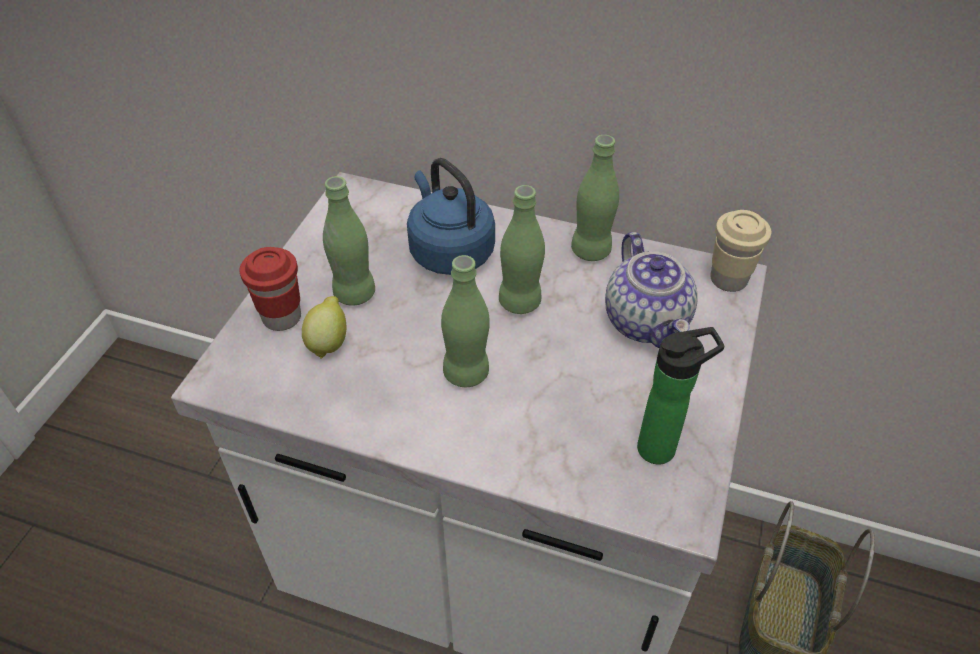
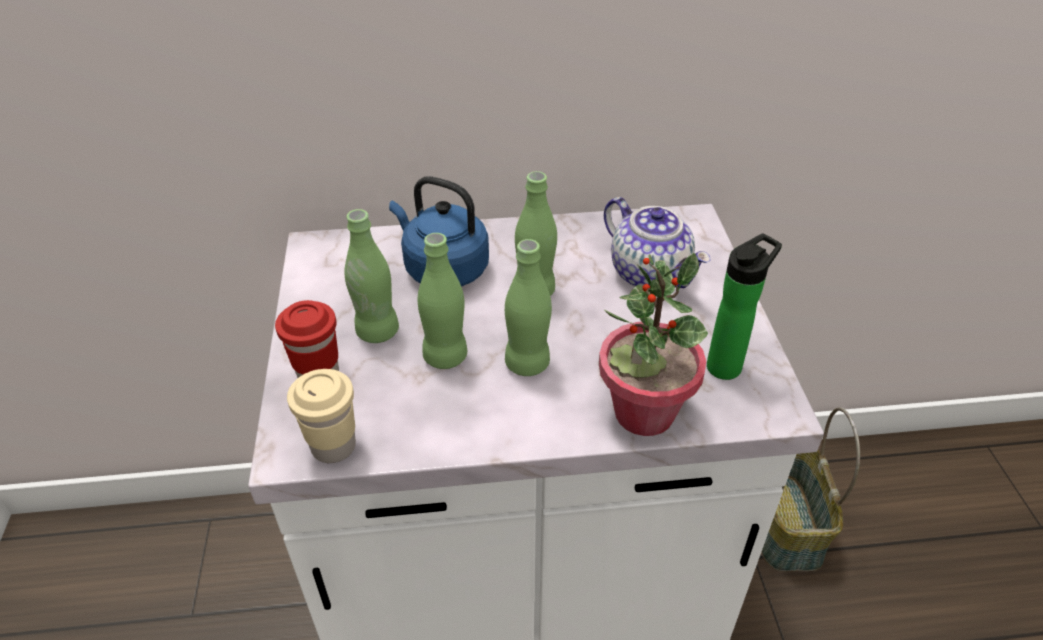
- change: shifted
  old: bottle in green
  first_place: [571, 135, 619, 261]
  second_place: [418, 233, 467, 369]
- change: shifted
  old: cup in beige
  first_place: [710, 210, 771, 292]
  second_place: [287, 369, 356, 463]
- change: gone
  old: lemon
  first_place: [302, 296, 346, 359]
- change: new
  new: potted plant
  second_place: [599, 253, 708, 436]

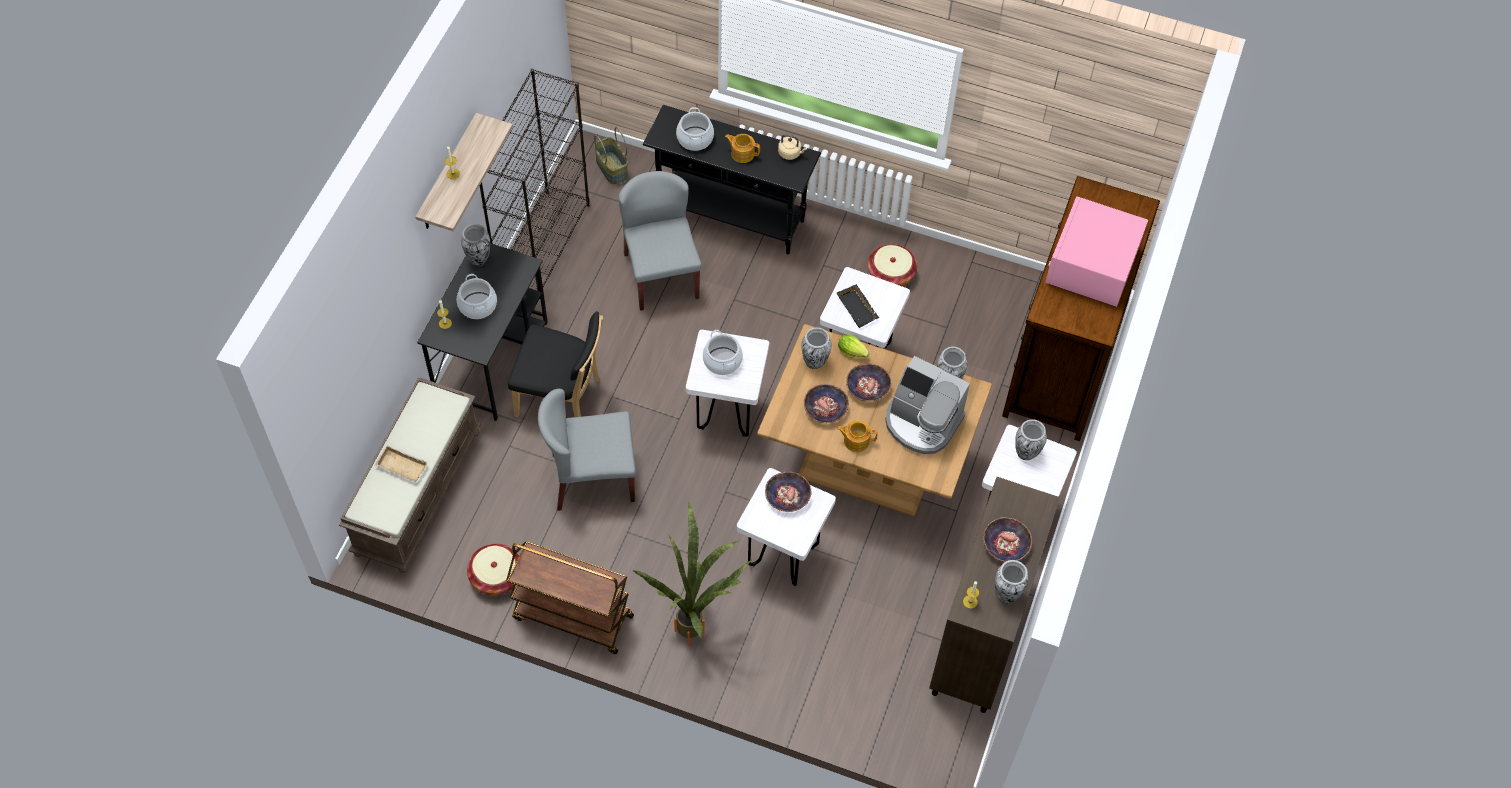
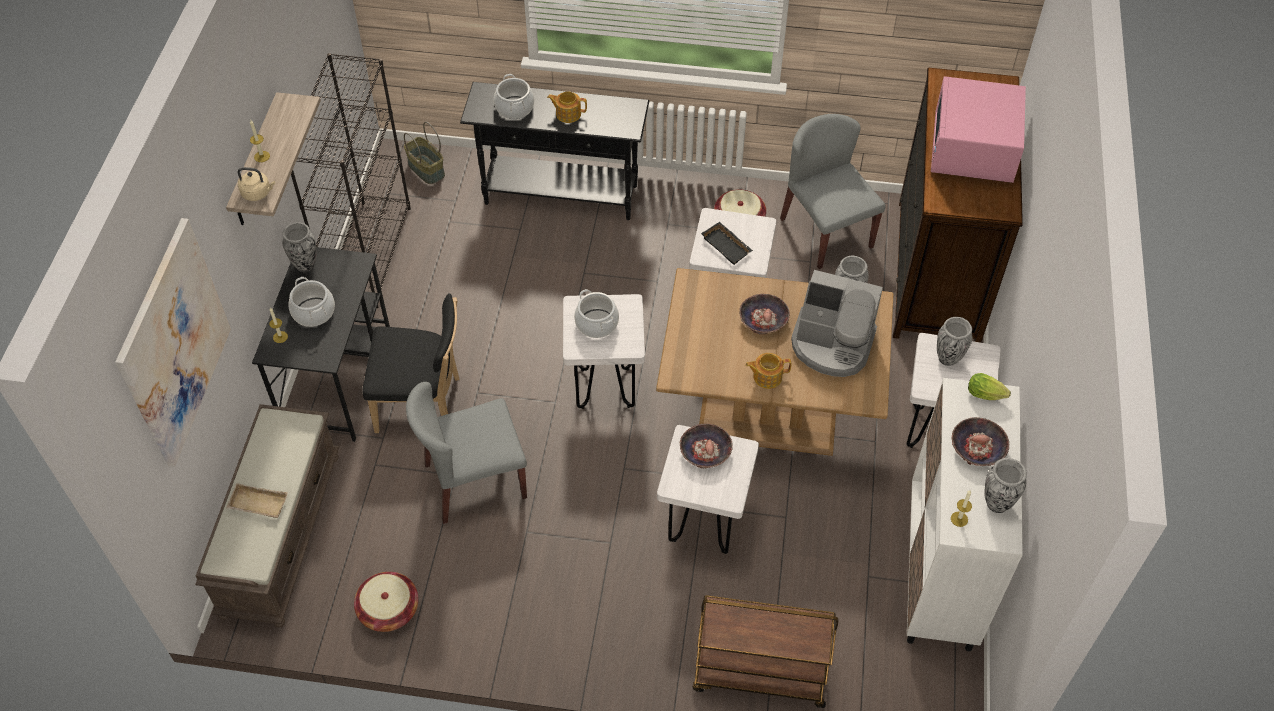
- change: shifted
  old: kettle in beige
  first_place: [778, 134, 807, 160]
  second_place: [238, 167, 275, 201]
- change: shifted
  old: chair in grey
  first_place: [619, 171, 702, 311]
  second_place: [780, 114, 885, 269]
- change: gone
  old: vase
  first_place: [801, 327, 832, 369]
- change: shifted
  old: lettuce
  first_place: [838, 334, 870, 358]
  second_place: [968, 373, 1011, 400]
- change: gone
  old: bowl
  first_place: [804, 384, 849, 423]
- change: repainted
  old: cabinet in brown
  new: cabinet in white
  first_place: [929, 477, 1060, 713]
  second_place: [907, 378, 1023, 651]
- change: gone
  old: potted plant
  first_place: [632, 502, 751, 646]
- change: shifted
  old: cart in brown
  first_place: [506, 541, 634, 654]
  second_place: [693, 595, 839, 708]
- change: new
  new: picture
  second_place: [115, 218, 231, 467]

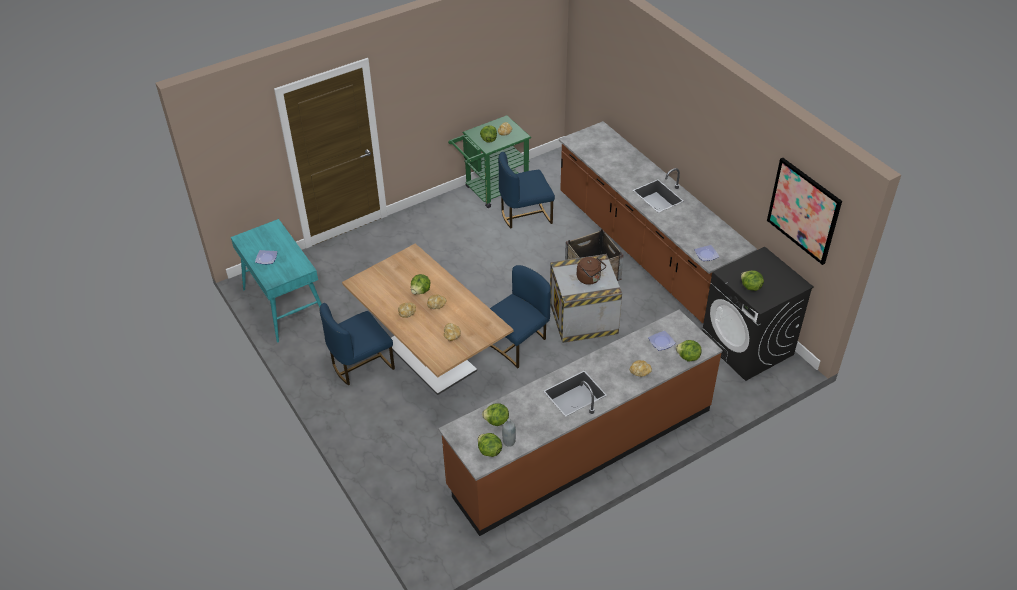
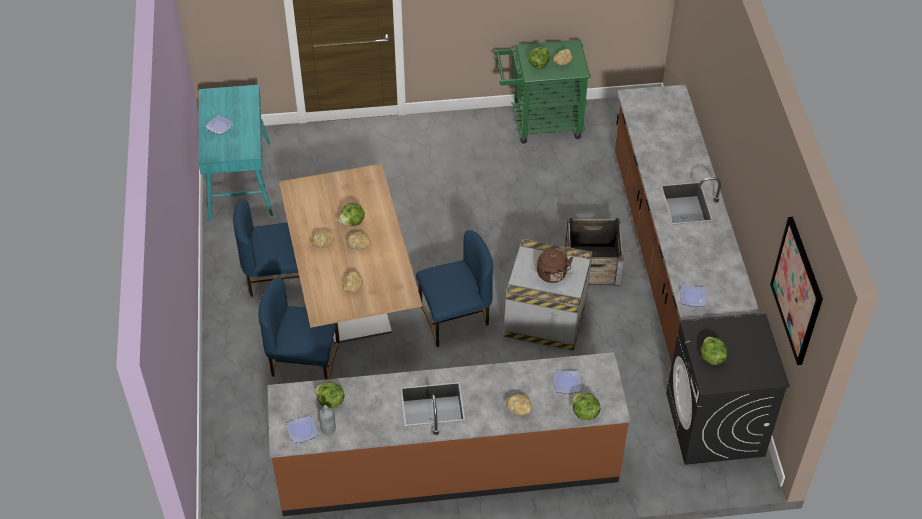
- change: shifted
  old: chair in blue
  first_place: [498, 152, 555, 228]
  second_place: [258, 278, 340, 380]
- change: swapped
  old: lettuce
  new: plate
  first_place: [478, 433, 502, 457]
  second_place: [286, 416, 318, 443]

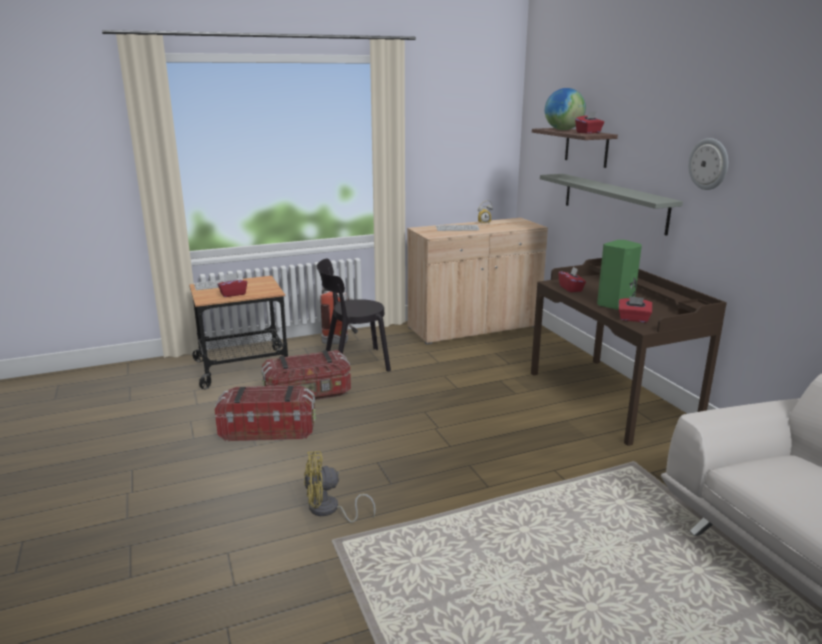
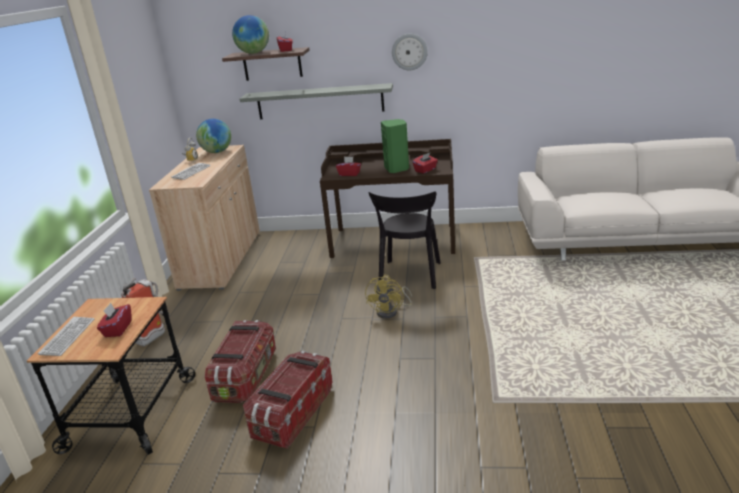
- change: shifted
  old: chair in black
  first_place: [317, 259, 391, 371]
  second_place: [369, 192, 441, 289]
- change: shifted
  old: fan in yellow
  first_place: [304, 451, 376, 523]
  second_place: [365, 275, 412, 319]
- change: new
  new: globe
  second_place: [196, 119, 231, 153]

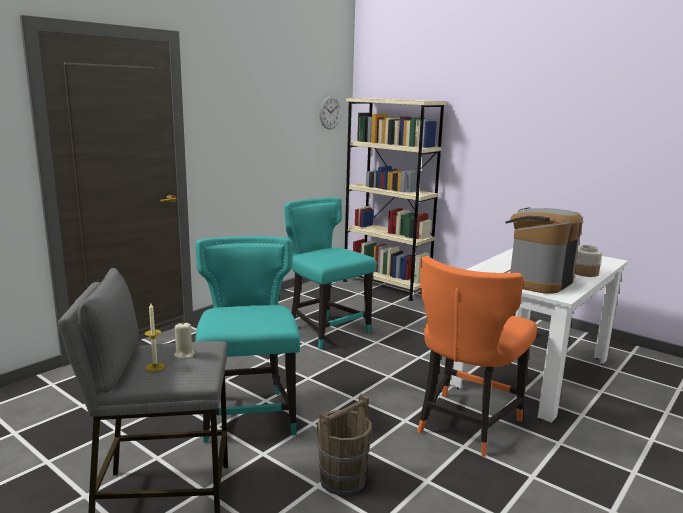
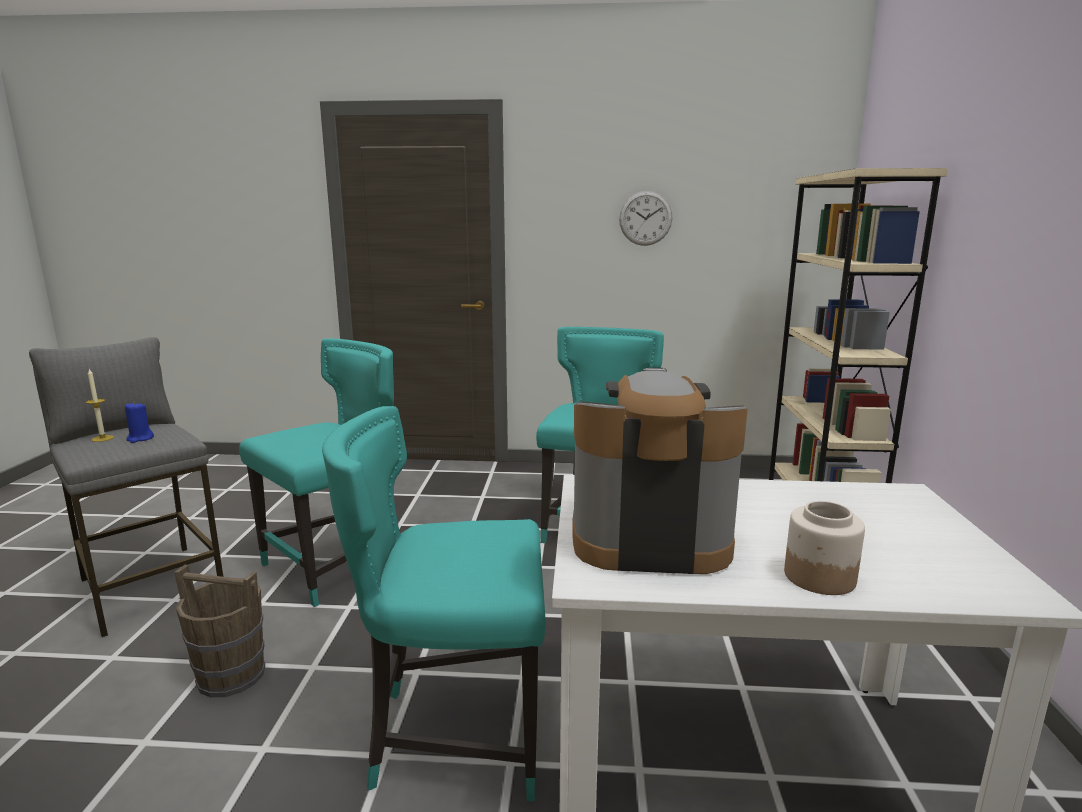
- change: shifted
  old: wall clock
  first_place: [319, 96, 341, 129]
  second_place: [619, 191, 673, 246]
- change: repainted
  old: chair in orange
  new: chair in turquoise
  first_place: [417, 256, 537, 457]
  second_place: [322, 406, 546, 801]
- change: repainted
  old: candle in beige
  new: candle in blue
  first_place: [174, 323, 195, 359]
  second_place: [125, 402, 154, 443]

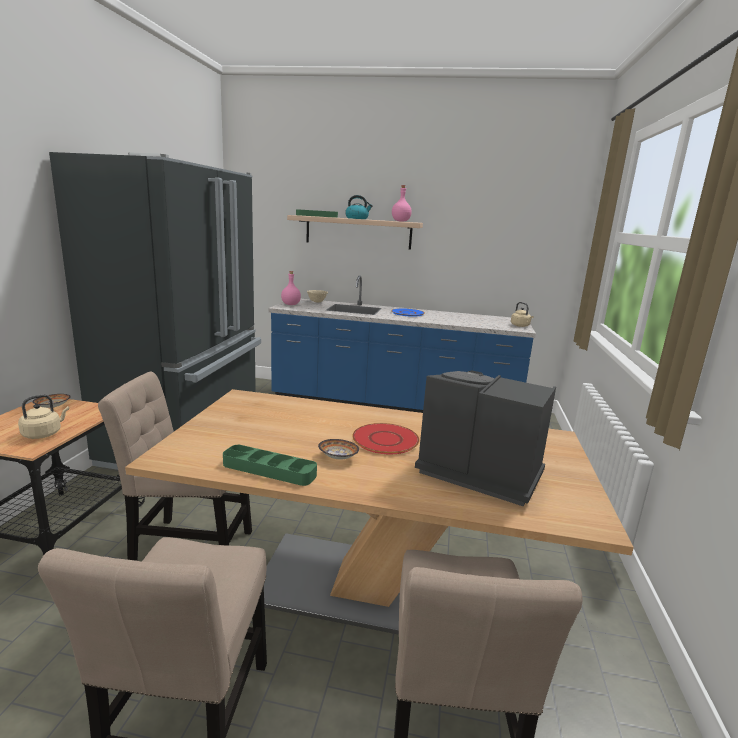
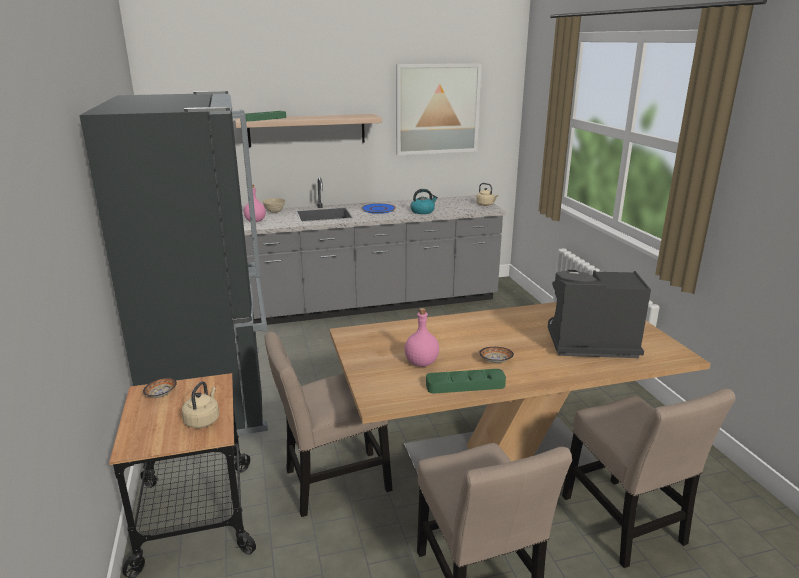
- change: shifted
  old: bottle in pink
  first_place: [392, 185, 412, 222]
  second_place: [404, 308, 439, 367]
- change: shifted
  old: kettle
  first_place: [345, 195, 373, 219]
  second_place: [410, 189, 438, 214]
- change: repainted
  old: counter in blue
  new: counter in grey
  first_place: [269, 275, 536, 413]
  second_place: [242, 177, 506, 325]
- change: gone
  old: plate in red
  first_place: [352, 423, 419, 454]
- change: new
  new: picture
  second_place: [396, 63, 482, 155]

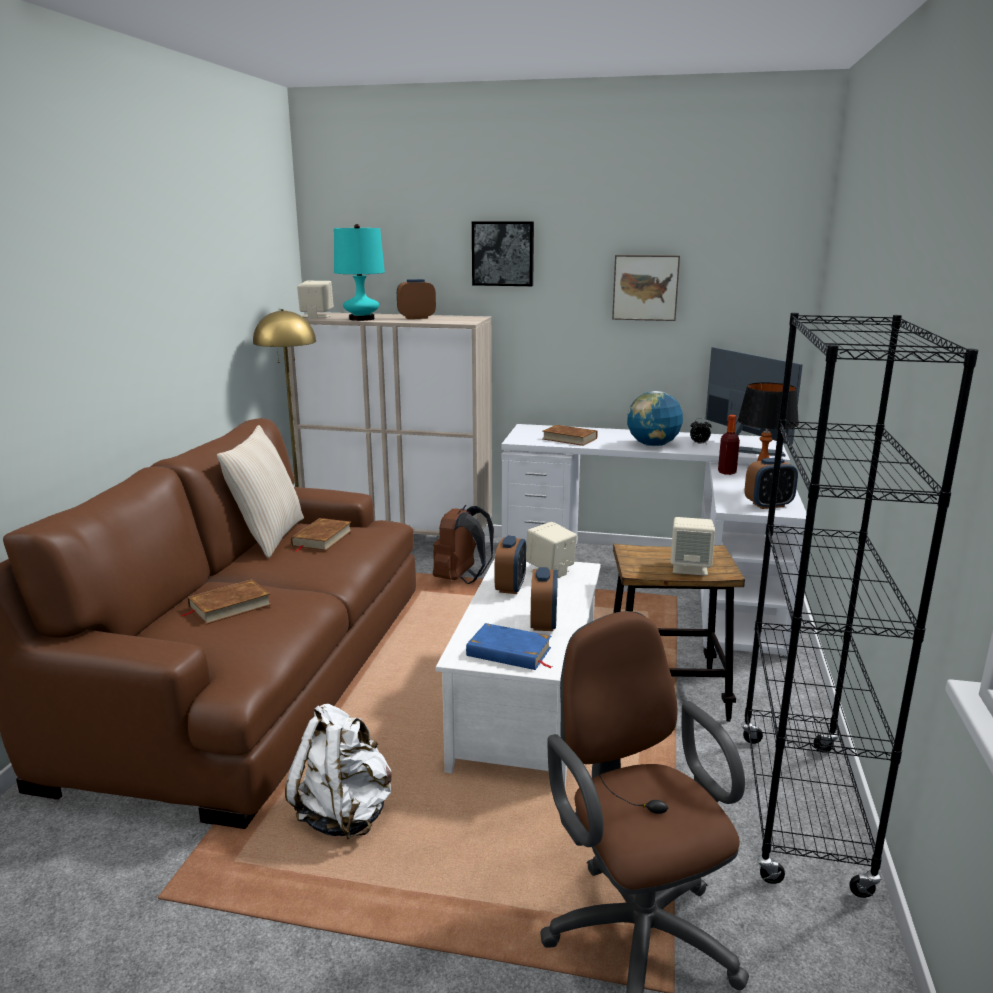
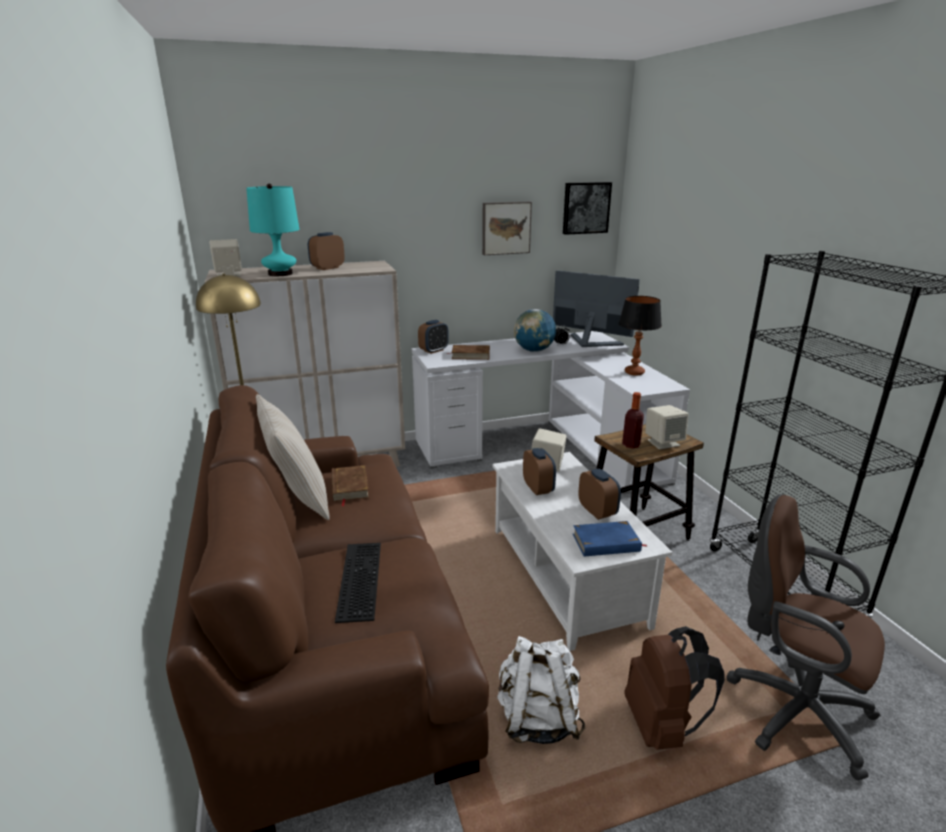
- change: shifted
  old: picture
  first_place: [472, 221, 534, 286]
  second_place: [563, 182, 612, 235]
- change: shifted
  old: bottle
  first_place: [718, 415, 740, 475]
  second_place: [622, 392, 644, 448]
- change: shifted
  old: alarm clock
  first_place: [745, 458, 798, 509]
  second_place: [418, 320, 449, 354]
- change: shifted
  old: backpack in brown
  first_place: [433, 505, 494, 584]
  second_place: [624, 626, 725, 750]
- change: swapped
  old: book in brown
  new: keyboard
  first_place: [181, 579, 272, 625]
  second_place: [335, 543, 381, 623]

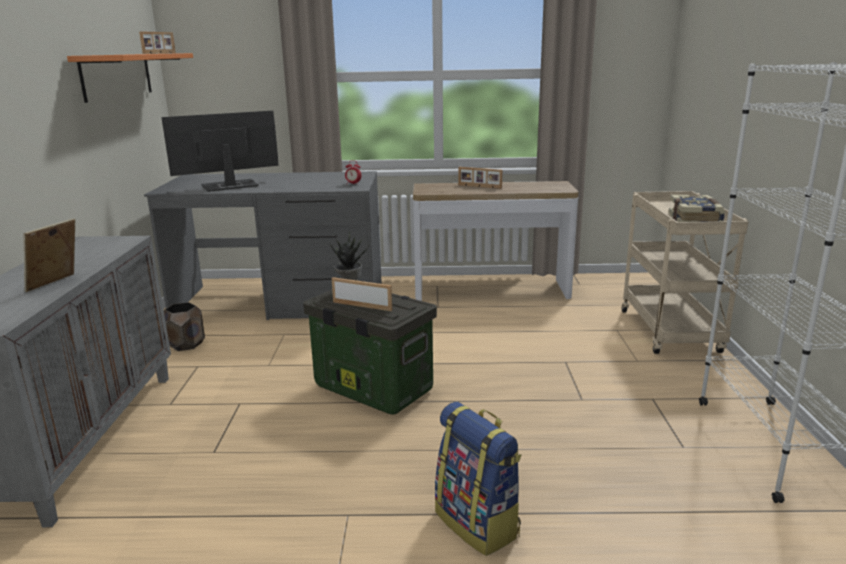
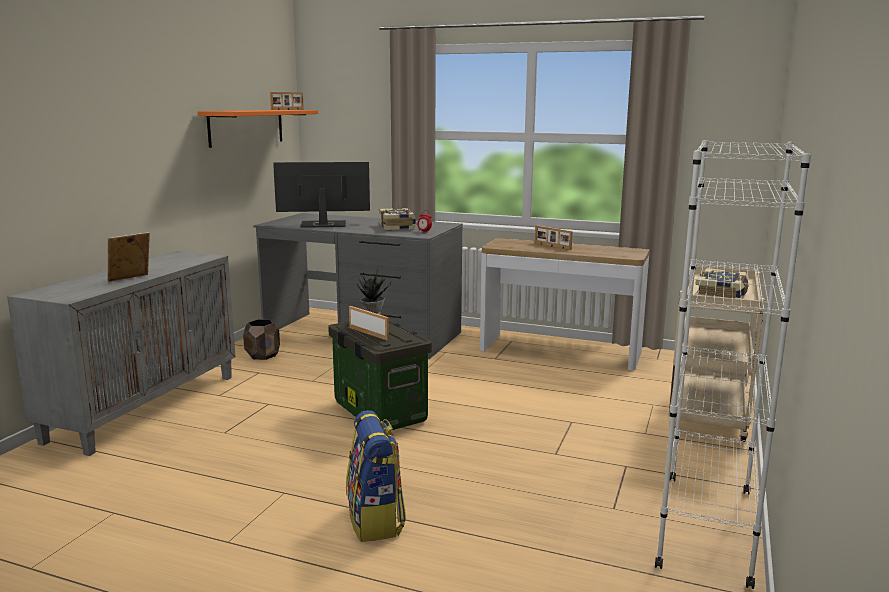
- change: new
  new: book
  second_place: [379, 208, 416, 230]

